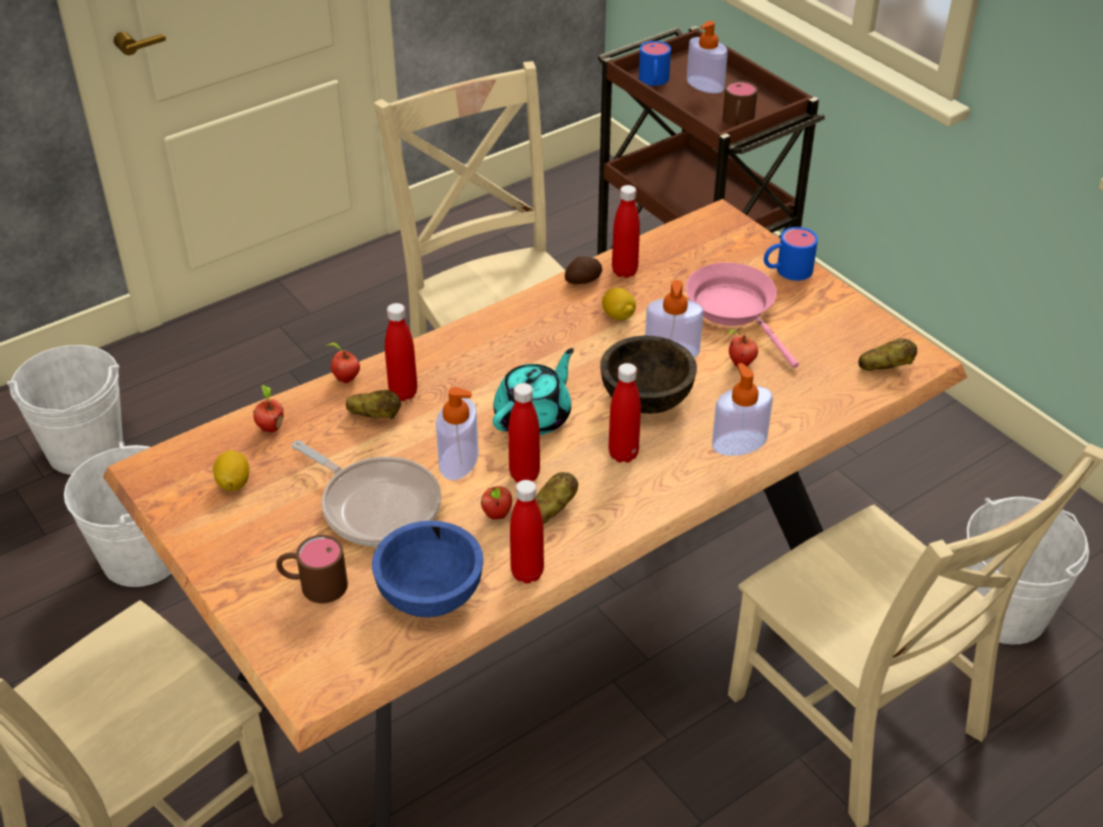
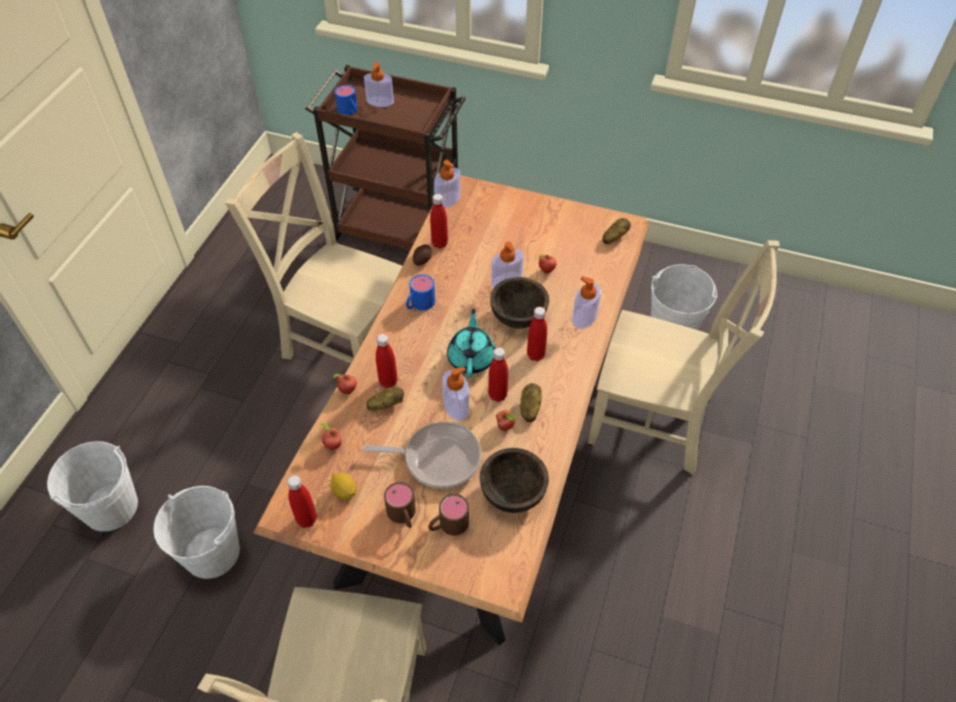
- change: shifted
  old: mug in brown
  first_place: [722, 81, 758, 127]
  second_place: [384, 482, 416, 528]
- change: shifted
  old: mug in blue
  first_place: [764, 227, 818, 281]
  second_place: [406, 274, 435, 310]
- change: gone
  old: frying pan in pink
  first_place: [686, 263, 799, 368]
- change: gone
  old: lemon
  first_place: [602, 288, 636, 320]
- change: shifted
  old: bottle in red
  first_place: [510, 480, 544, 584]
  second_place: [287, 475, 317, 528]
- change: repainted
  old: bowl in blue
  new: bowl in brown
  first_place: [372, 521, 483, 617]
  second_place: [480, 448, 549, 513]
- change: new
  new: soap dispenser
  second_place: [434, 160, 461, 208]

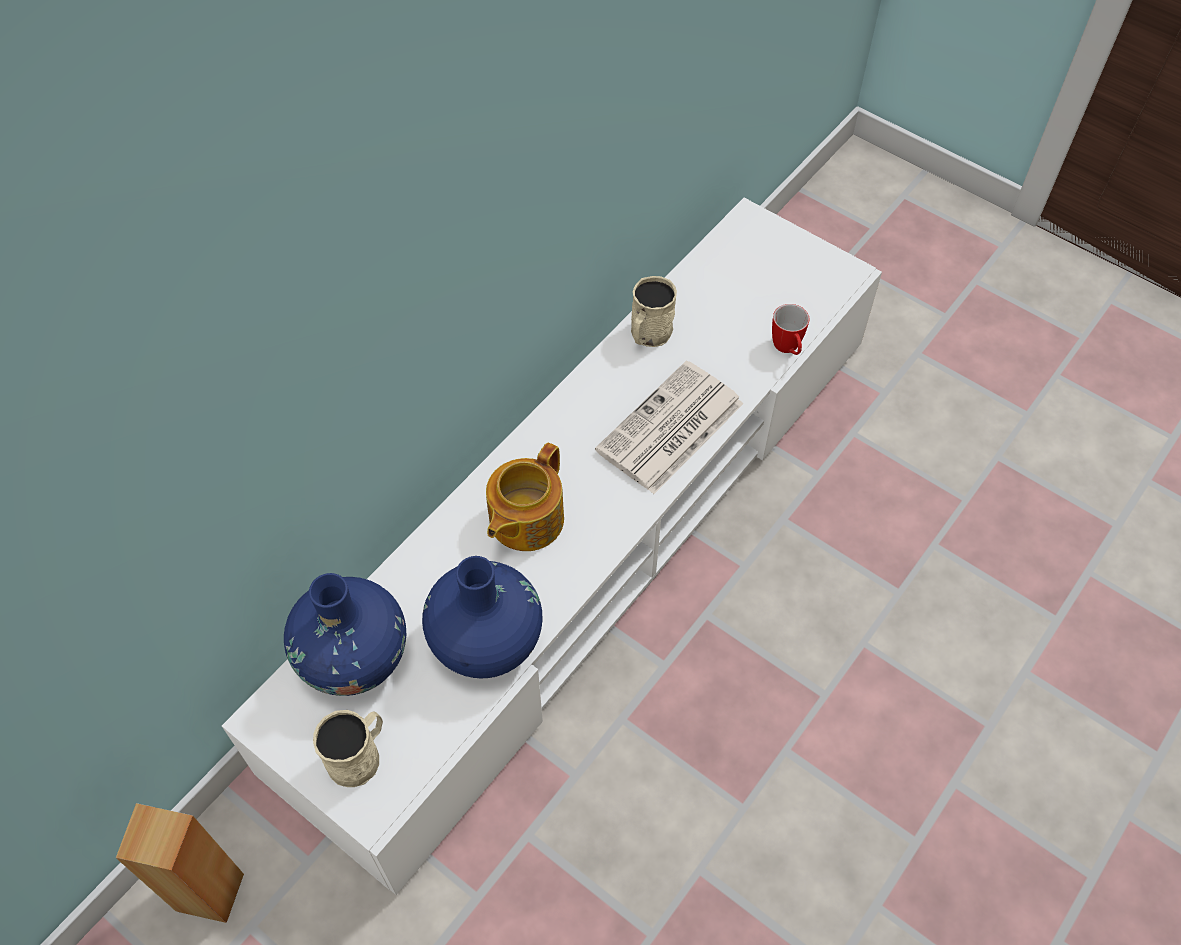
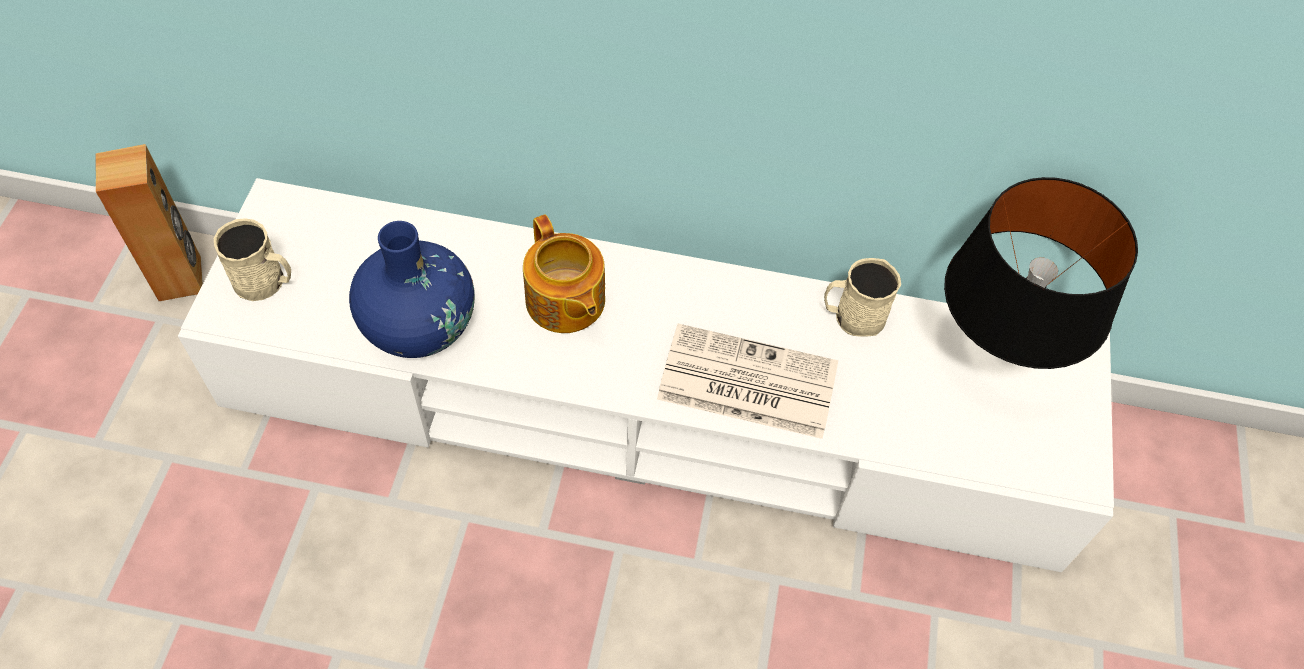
- change: gone
  old: mug
  first_place: [772, 304, 809, 355]
- change: rotated
  old: teapot
  first_place: [486, 442, 564, 551]
  second_place: [523, 215, 605, 333]
  degrees: -120
- change: gone
  old: vase in blue
  first_place: [284, 573, 406, 696]
- change: new
  new: table lamp in black
  second_place: [944, 177, 1138, 369]

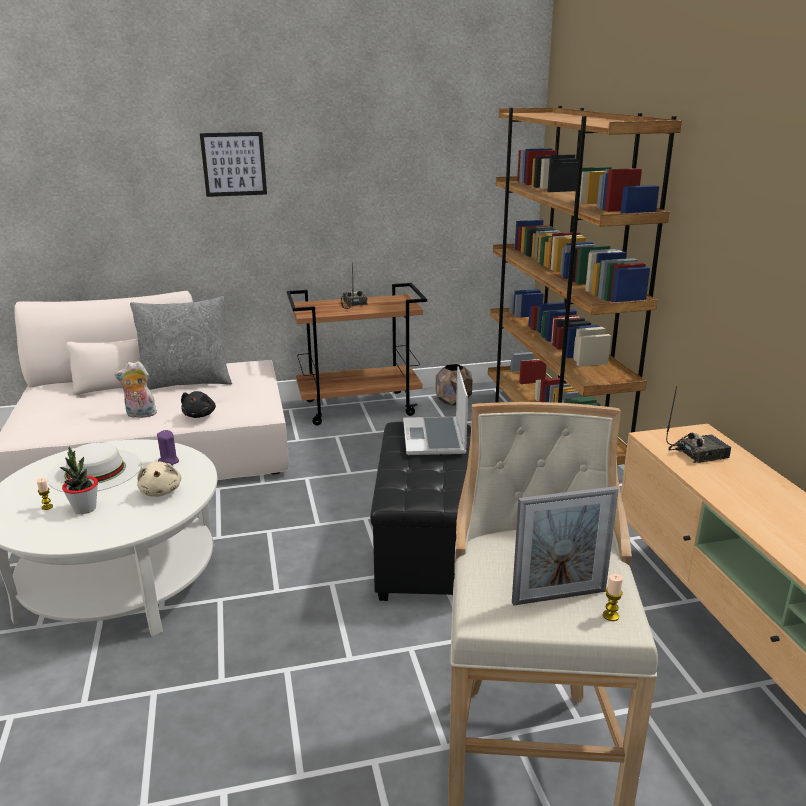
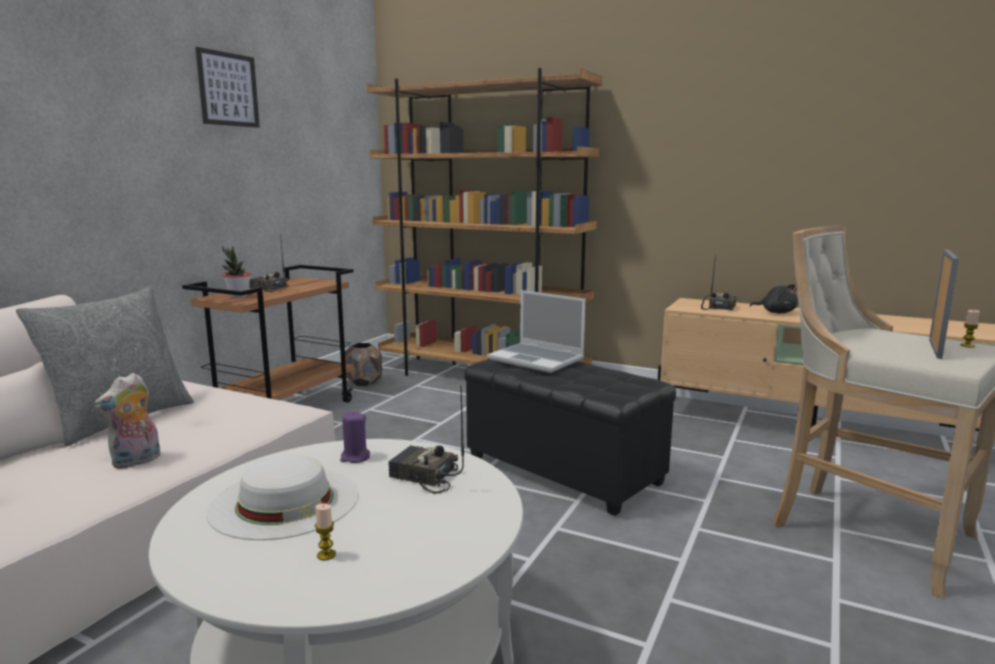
- change: shifted
  old: picture
  first_place: [200, 132, 267, 197]
  second_place: [195, 47, 260, 128]
- change: shifted
  old: plush toy in black
  first_place: [181, 391, 216, 418]
  second_place: [750, 284, 798, 313]
- change: shifted
  old: potted plant
  first_place: [60, 447, 98, 514]
  second_place: [222, 246, 251, 298]
- change: swapped
  old: plush toy in beige
  new: radio
  first_place: [137, 461, 181, 497]
  second_place: [389, 385, 464, 494]

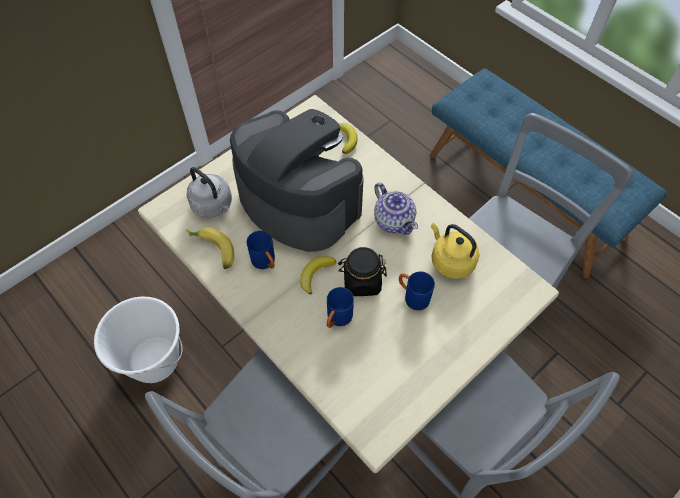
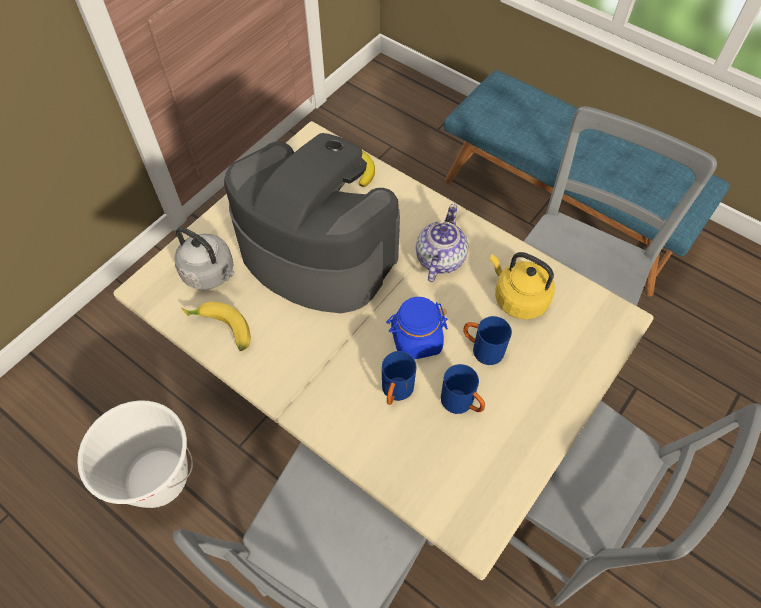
- change: rotated
  old: teapot
  first_place: [374, 183, 418, 235]
  second_place: [416, 204, 468, 282]
  degrees: -120
- change: shifted
  old: mug in blue
  first_place: [247, 231, 275, 269]
  second_place: [441, 364, 485, 414]
- change: repainted
  old: jar in black
  new: jar in blue
  first_place: [338, 247, 387, 296]
  second_place: [386, 297, 448, 359]
- change: gone
  old: banana
  first_place: [300, 256, 336, 295]

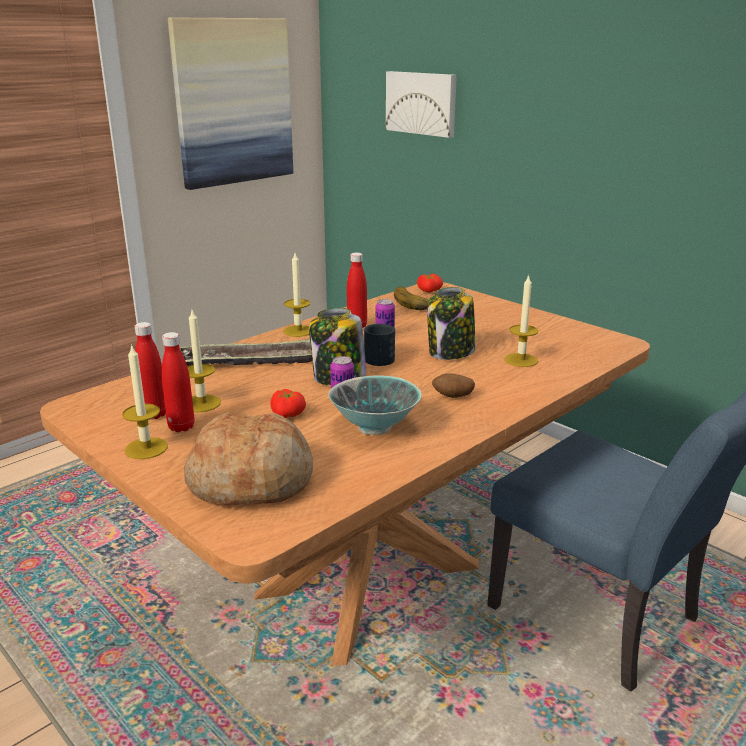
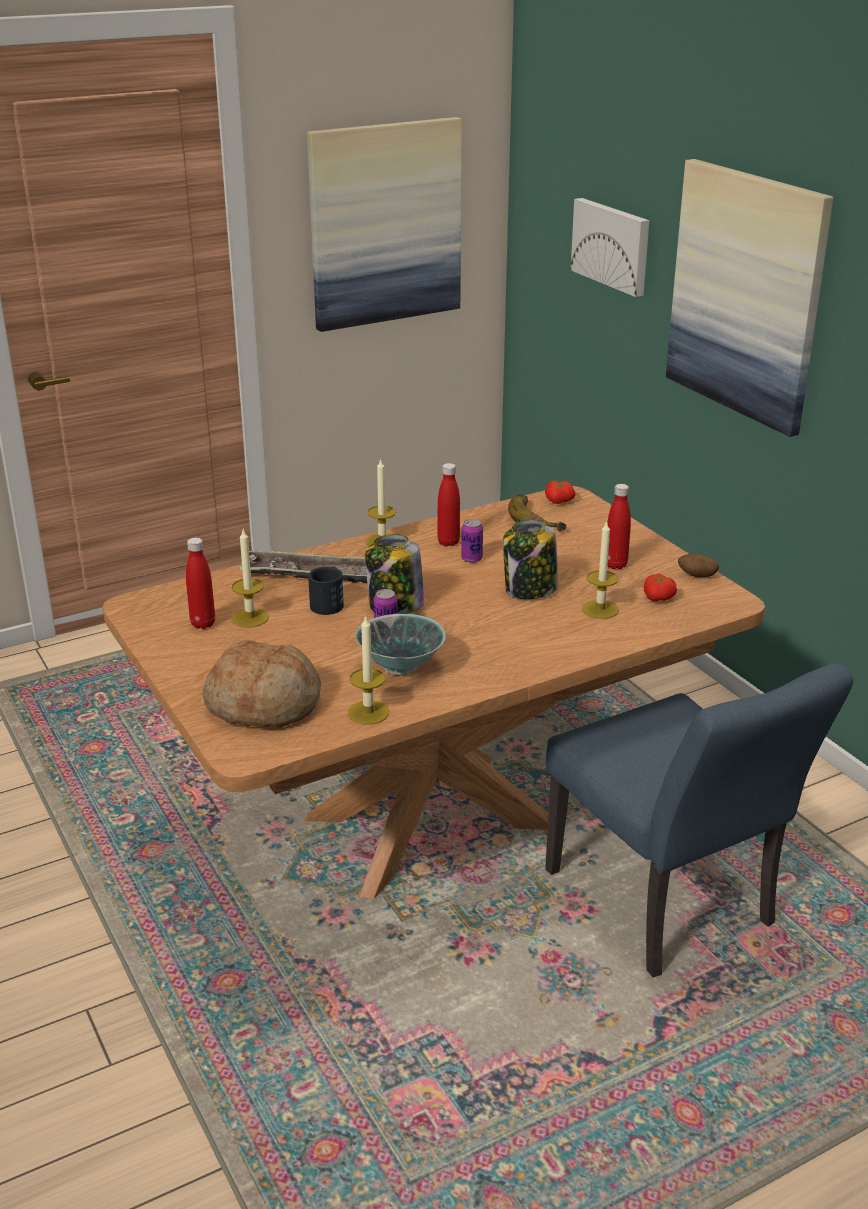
- change: shifted
  old: mug in black
  first_place: [364, 324, 395, 366]
  second_place: [308, 567, 344, 615]
- change: shifted
  old: bottle in red
  first_place: [162, 332, 194, 432]
  second_place: [607, 484, 631, 569]
- change: shifted
  old: candle
  first_place: [122, 344, 168, 459]
  second_place: [348, 615, 389, 725]
- change: shifted
  old: potato
  first_place: [432, 373, 475, 398]
  second_place: [678, 553, 719, 577]
- change: shifted
  old: tomato
  first_place: [270, 389, 306, 418]
  second_place: [644, 574, 677, 601]
- change: new
  new: picture
  second_place: [666, 159, 833, 437]

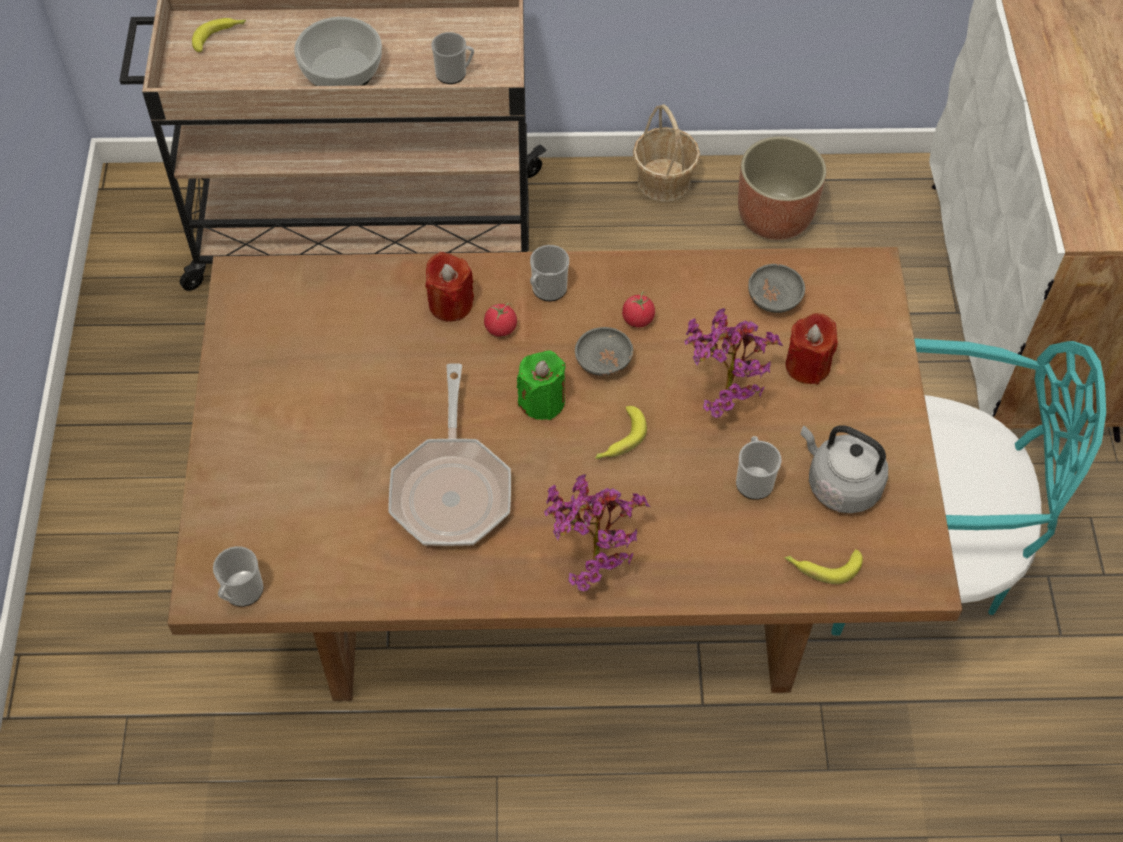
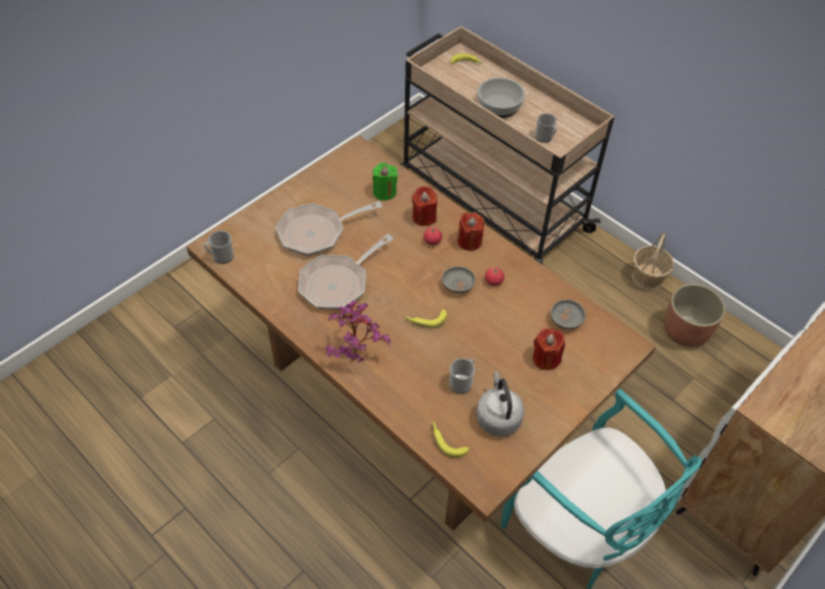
- change: swapped
  old: mug
  new: candle in red
  first_place: [530, 245, 569, 301]
  second_place: [457, 212, 484, 251]
- change: gone
  old: potted plant
  first_place: [684, 308, 783, 418]
- change: shifted
  old: candle in green
  first_place: [517, 350, 565, 420]
  second_place: [372, 163, 398, 200]
- change: new
  new: frying pan
  second_place: [276, 201, 382, 256]

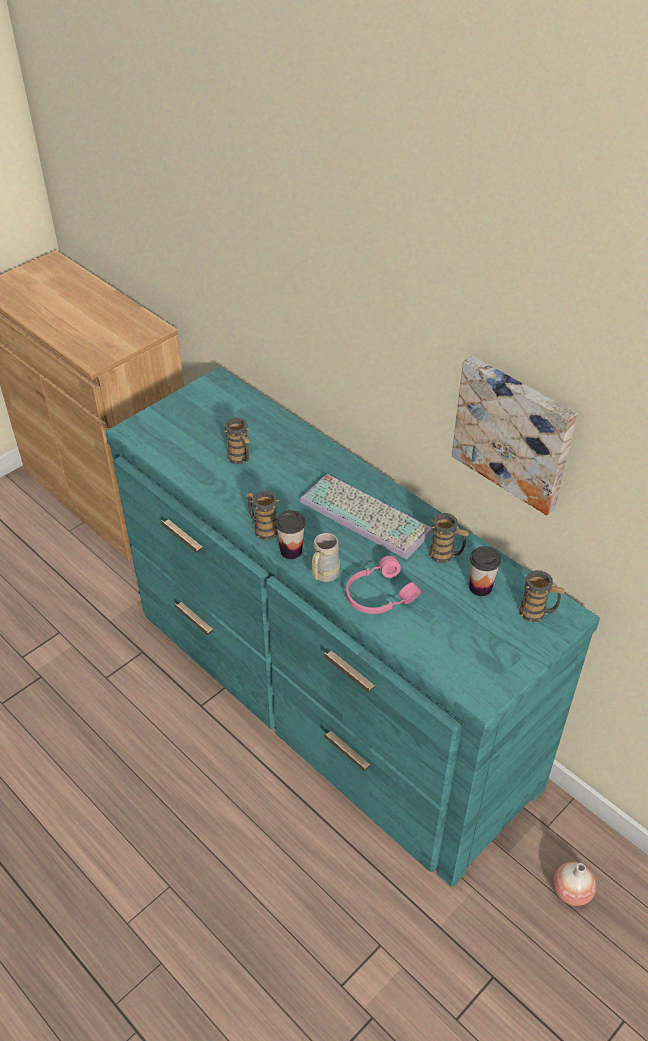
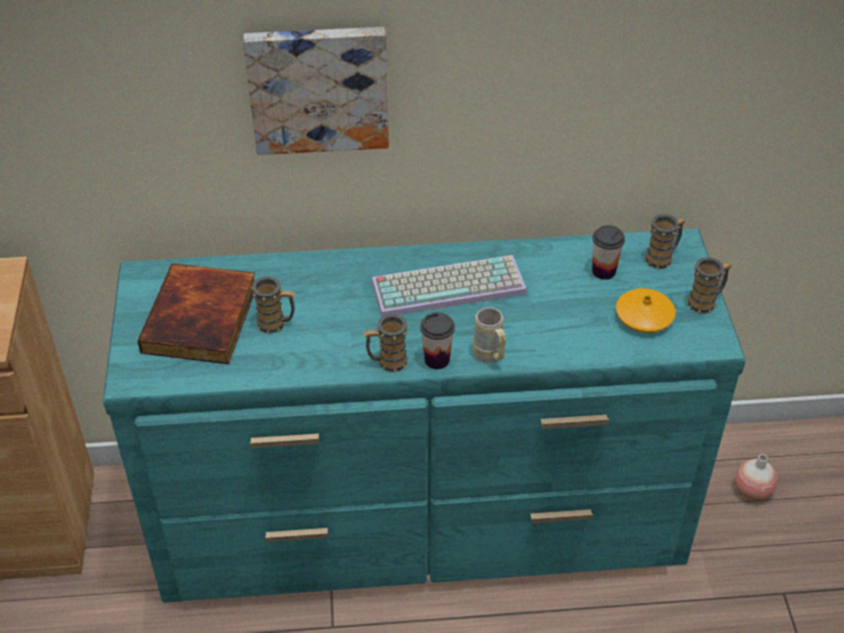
- change: shifted
  old: picture
  first_place: [452, 356, 577, 515]
  second_place: [243, 27, 389, 155]
- change: shifted
  old: mug
  first_place: [428, 513, 469, 563]
  second_place: [687, 257, 732, 314]
- change: gone
  old: headphones in pink
  first_place: [346, 556, 421, 614]
- change: new
  new: book
  second_place: [137, 263, 255, 364]
- change: new
  new: vase in orange
  second_place: [616, 288, 676, 333]

